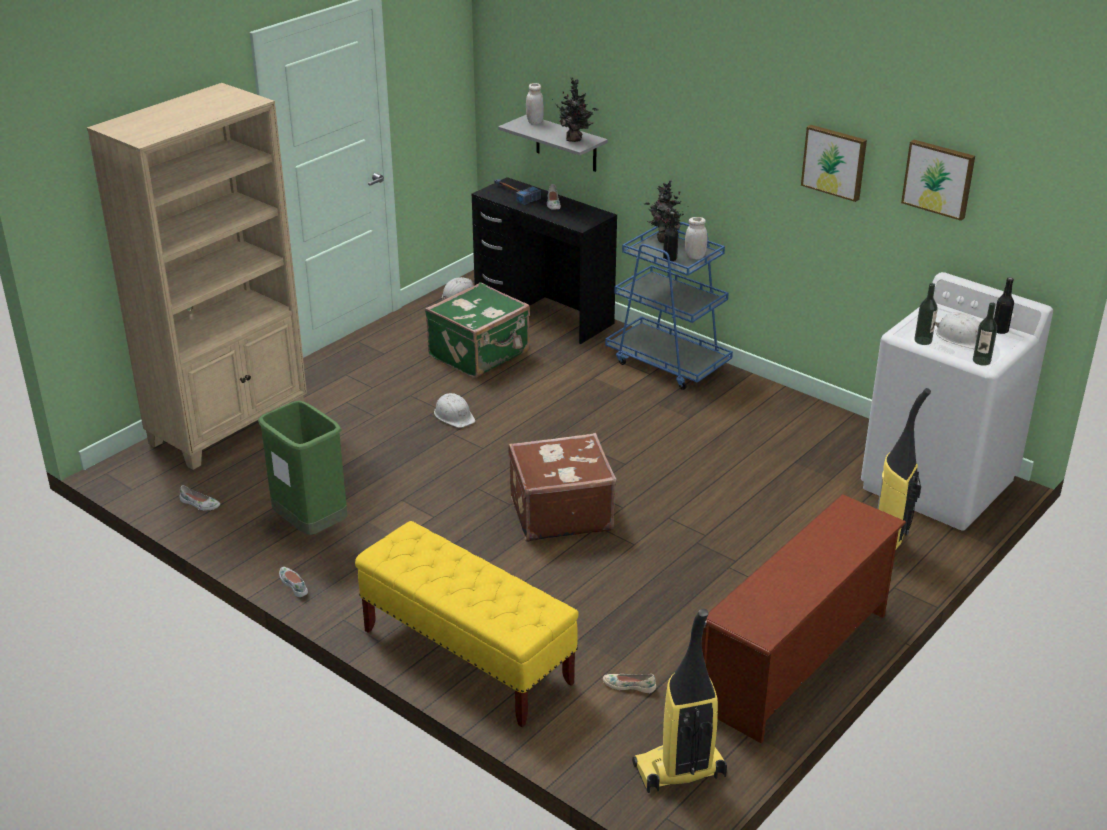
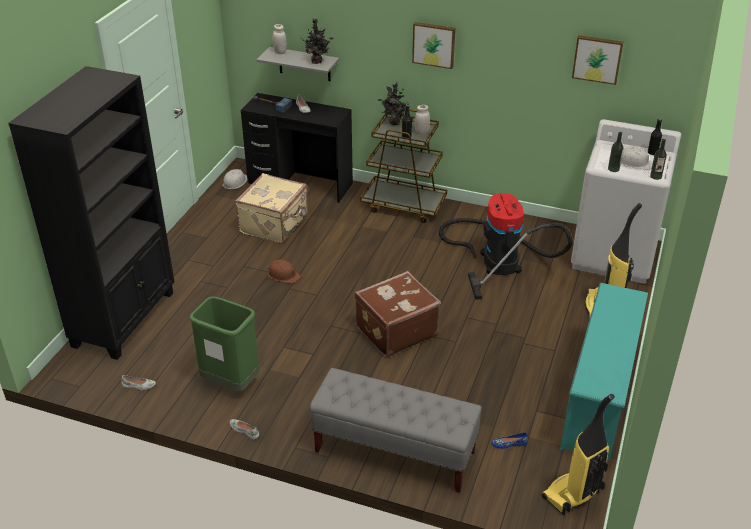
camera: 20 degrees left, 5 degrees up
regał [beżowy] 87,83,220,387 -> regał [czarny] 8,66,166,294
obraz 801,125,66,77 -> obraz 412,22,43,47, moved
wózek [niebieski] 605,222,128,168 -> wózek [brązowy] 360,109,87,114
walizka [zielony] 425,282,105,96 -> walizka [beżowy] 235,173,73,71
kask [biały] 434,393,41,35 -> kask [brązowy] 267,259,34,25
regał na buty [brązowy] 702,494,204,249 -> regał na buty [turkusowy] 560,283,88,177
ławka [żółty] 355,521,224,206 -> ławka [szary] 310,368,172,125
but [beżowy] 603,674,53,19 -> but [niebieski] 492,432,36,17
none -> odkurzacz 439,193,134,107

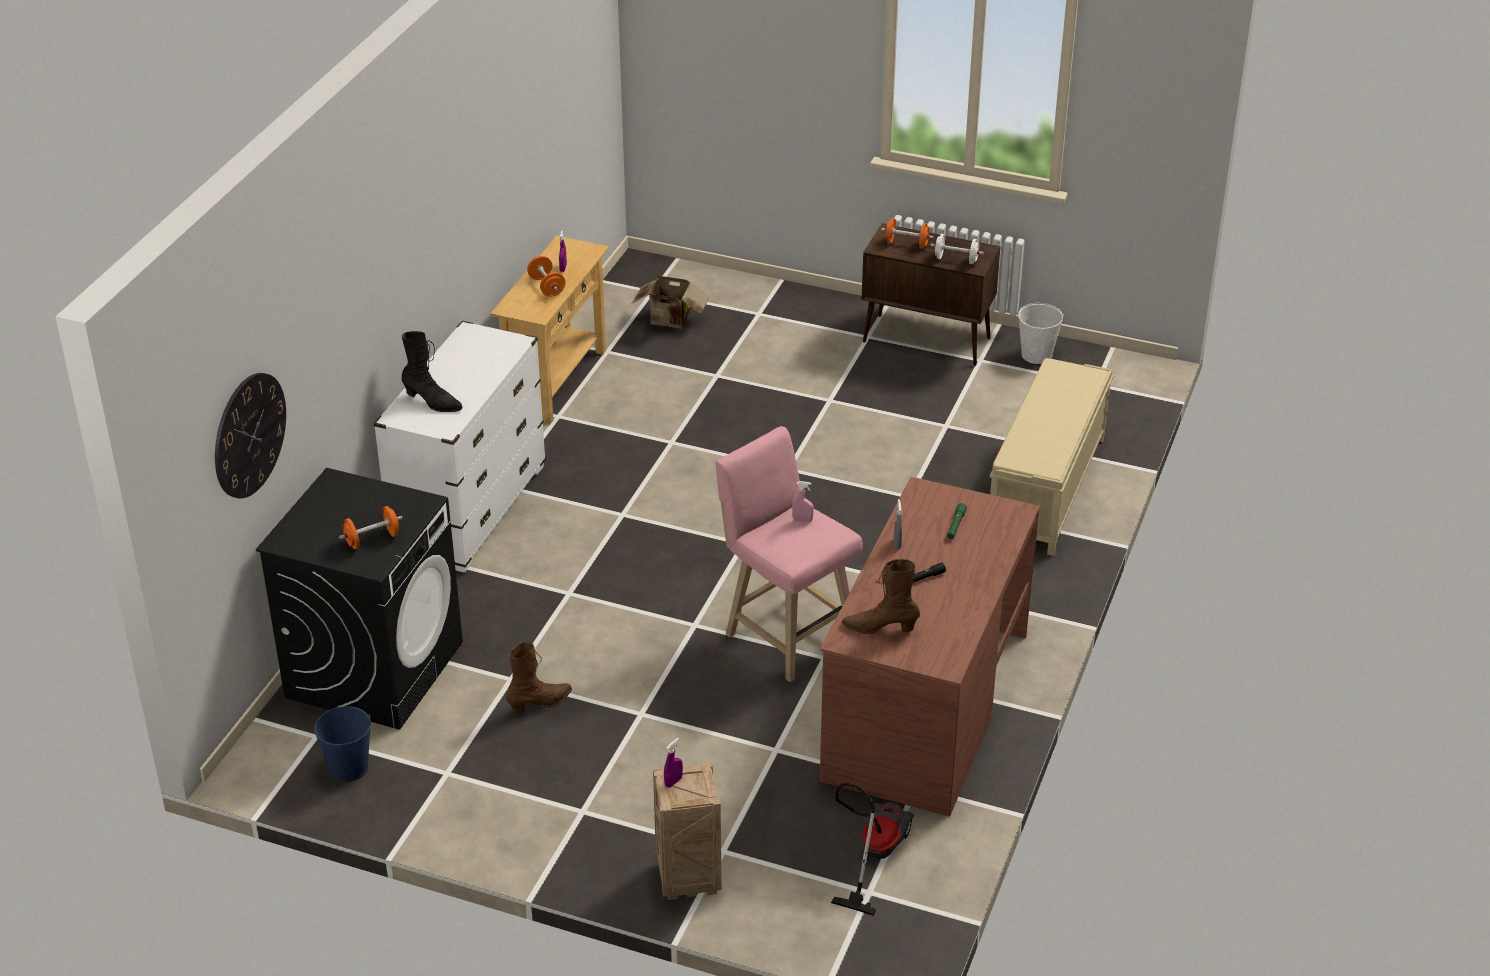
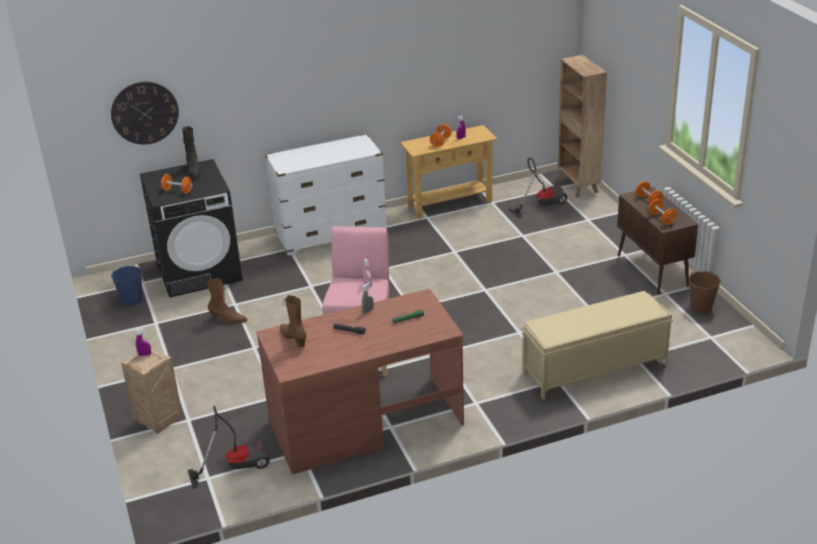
camera: 50 degrees right, 5 degrees down
hantel [biały] 930,234,54,30 -> hantel [pomarańczowy] 648,199,29,26
karton 632,275,77,53 -> odkurzacz 508,157,60,61
wiadro [biały] 1017,303,47,61 -> wiadro [brązowy] 689,271,32,42
but z cholewką [czarny] 402,331,61,81 -> but z cholewką [czarny] 182,126,19,53, moved
none -> regał [brązowy] 558,55,49,143

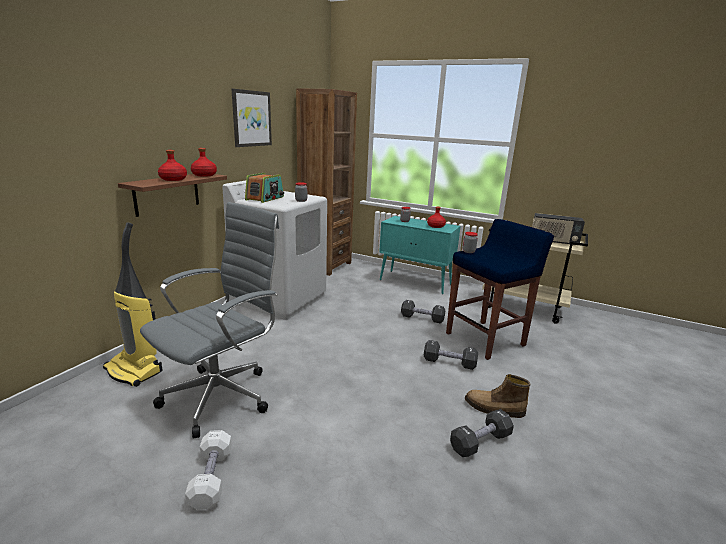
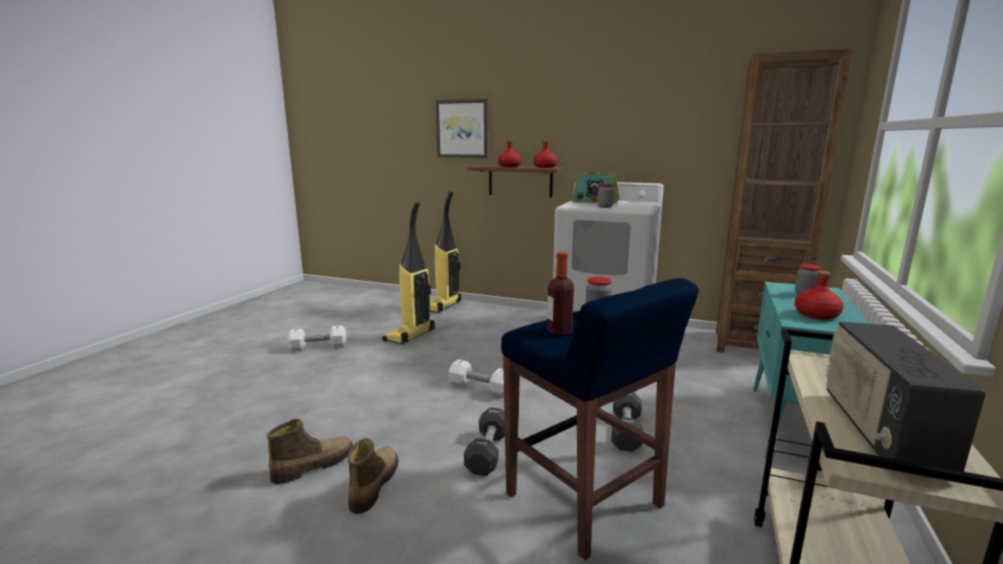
camera: 85 degrees right, 5 degrees down
obraz 231,89,41,58 -> obraz 436,99,52,59, moved
krzesło biurowe [szary] 140,202,139,237 -> odkurzacz 382,201,53,143
hantel [czarny] 450,409,64,48 -> but z cholewką 267,419,87,65
none -> butelka 547,252,27,83
none -> hantel [biały] 449,359,55,38

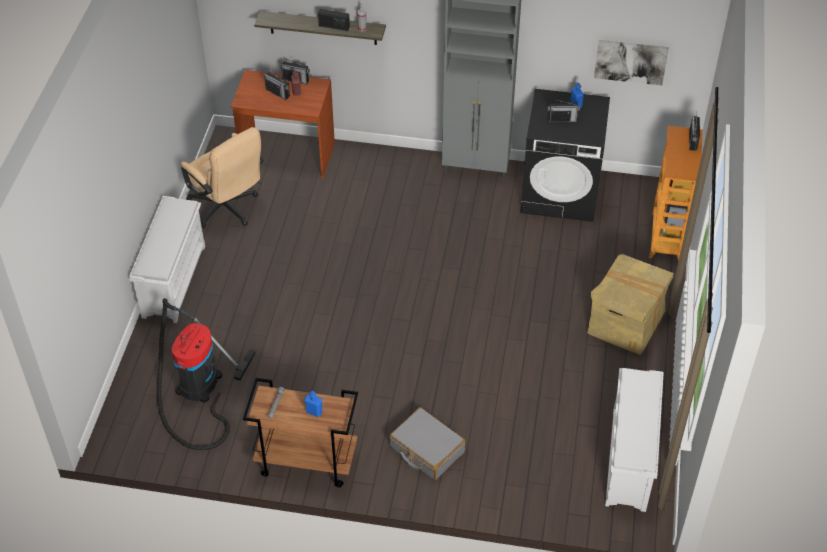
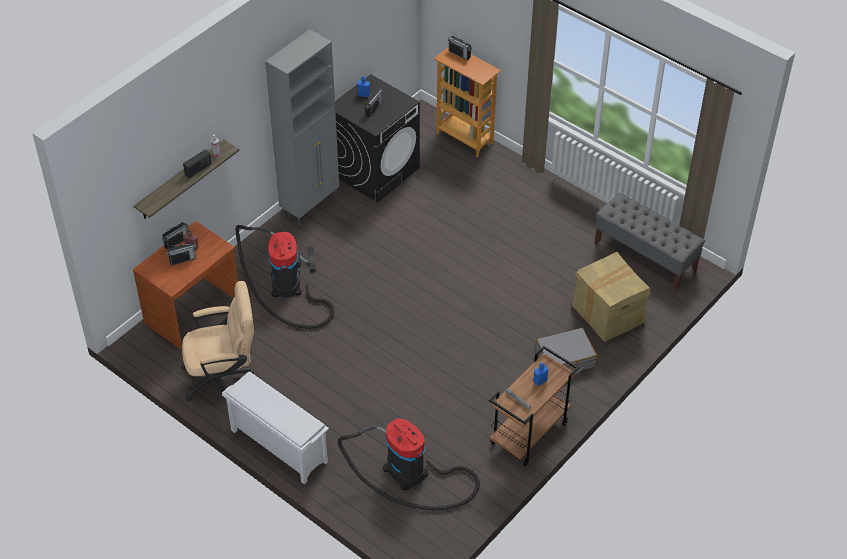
camera: 60 degrees left, 0 degrees up
obraz 594,40,75,46 -> none
karton 587,254,87,101 -> karton 571,252,80,90, moved
regał na buty [biały] 605,368,59,144 -> ławka [szary] 595,193,110,98
none -> odkurzacz 236,225,98,104

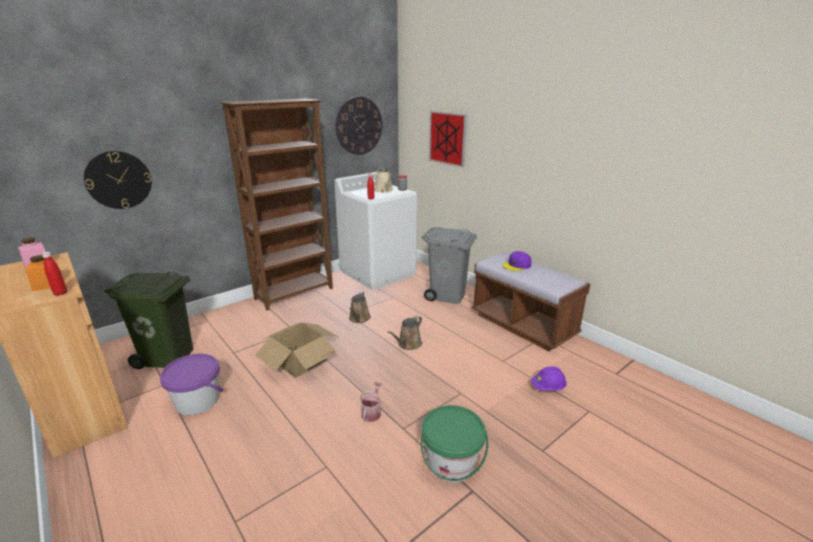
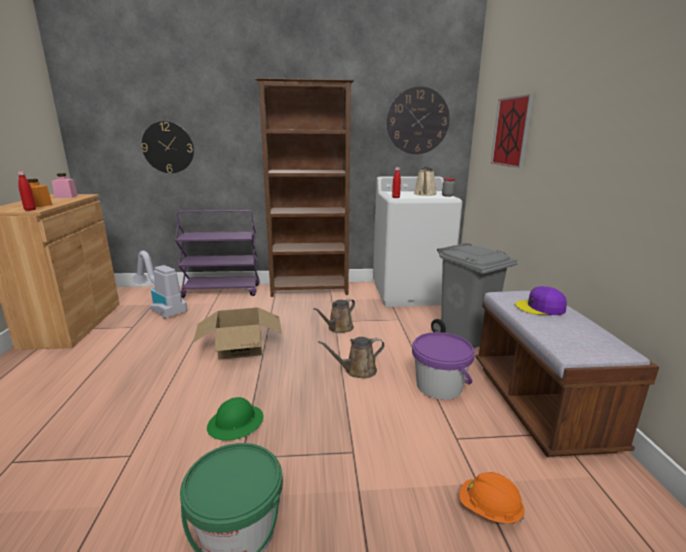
camera: 35 degrees right, 5 degrees down
kosz na śmieci [zielony] 104,272,89,97 -> odkurzacz 132,251,55,68
wiadro [fioletowy] 160,354,63,61 -> wiadro [fioletowy] 412,332,63,68, moved
kask [fioletowy] 531,366,36,25 -> kask [pomarańczowy] 459,472,66,52
konewka 360,382,22,40 -> kask [zielony] 207,397,56,44
none -> wózek [fioletowy] 175,210,85,88

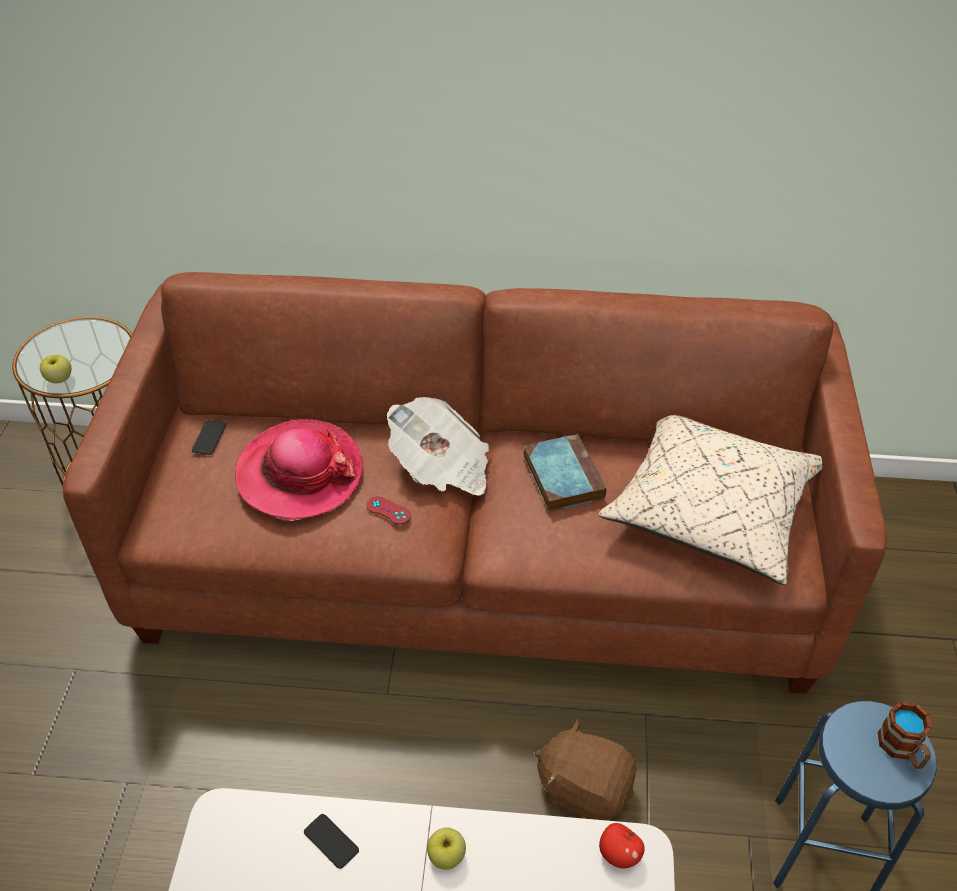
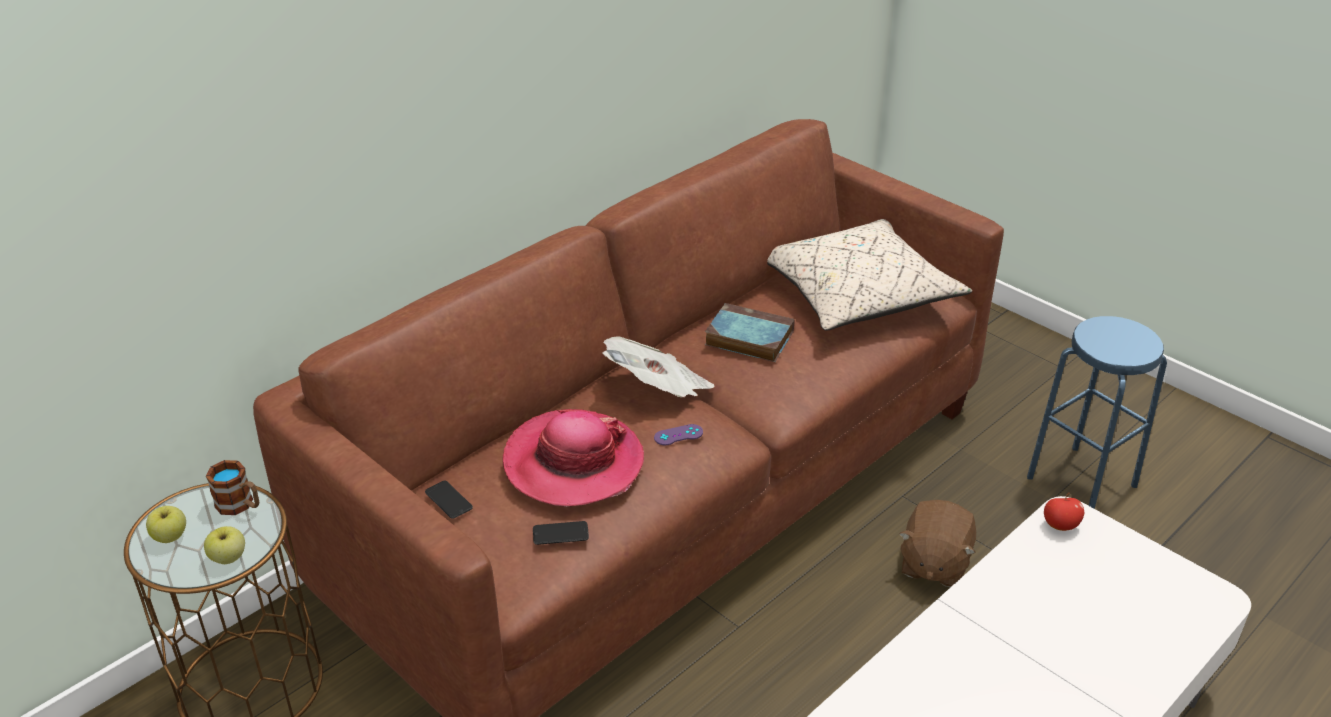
camera: 50 degrees left, 10 degrees down
pad do gier [czerwony] 367,496,44,29 -> pad do gier [fioletowy] 654,424,49,21
kubek 878,701,54,68 -> kubek 206,460,54,55, moved
pluszak [brązowy] 535,718,101,103 -> pluszak [brązowy] 899,500,77,87, 45 degrees counterclockwise
telefon 304,814,55,55 -> telefon 533,521,56,24, moved
jabłko 427,827,39,43 -> jabłko 146,506,40,37, moved

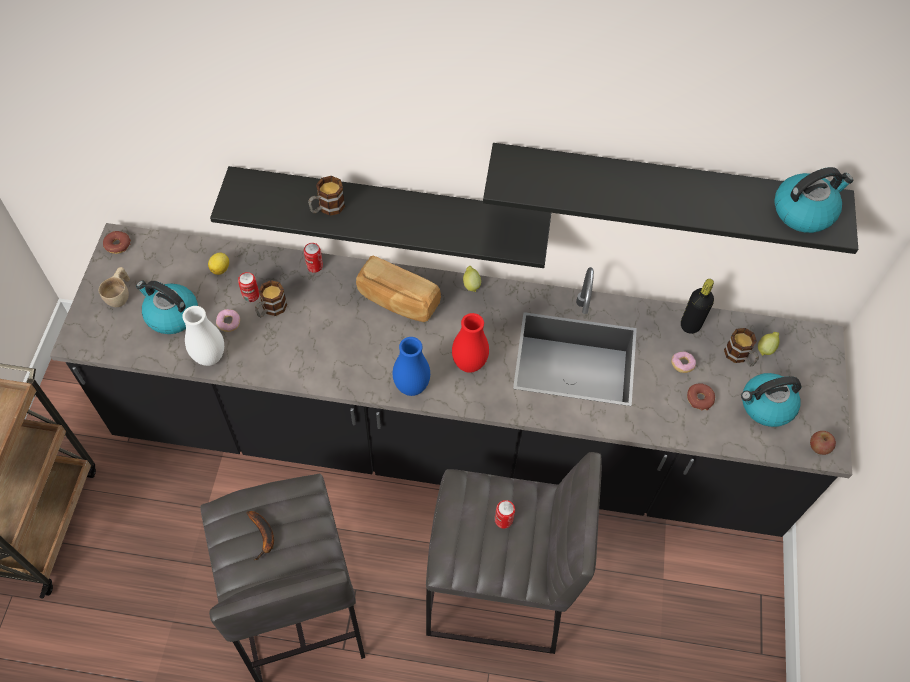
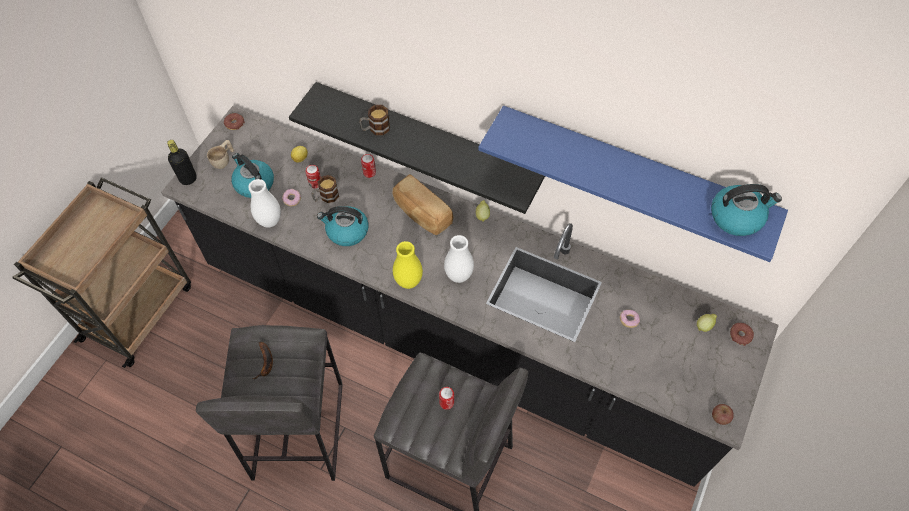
camera: 20 degrees right, 0 degrees up
półka [czarny] 483,143,375,111 -> półka [niebieski] 478,106,310,156
butelka [czarny] 681,279,33,55 -> butelka [czarny] 167,140,30,45, moved
wazon [czerwony] 452,313,37,60 -> wazon [biały] 444,235,30,48
kubek 724,328,35,39 -> none
wazon [niebieski] 393,337,37,59 -> wazon [żółty] 393,241,30,48
czajnik 741,373,60,54 -> czajnik 317,206,51,40, moved
donut 687,383,28,27 -> donut 730,323,24,23, moved

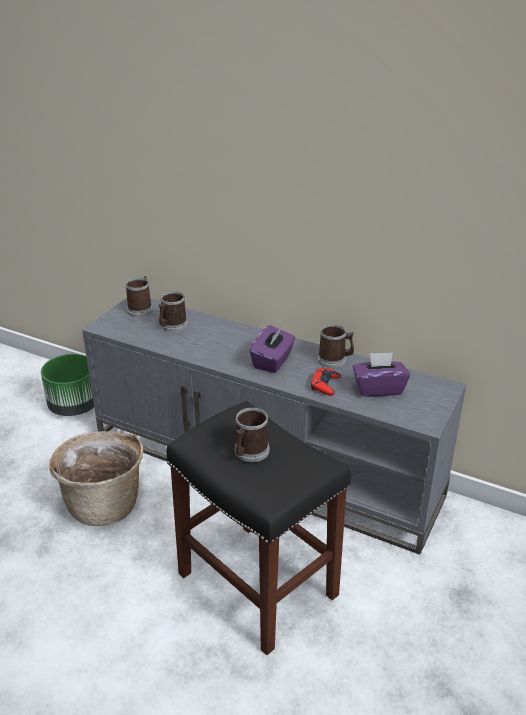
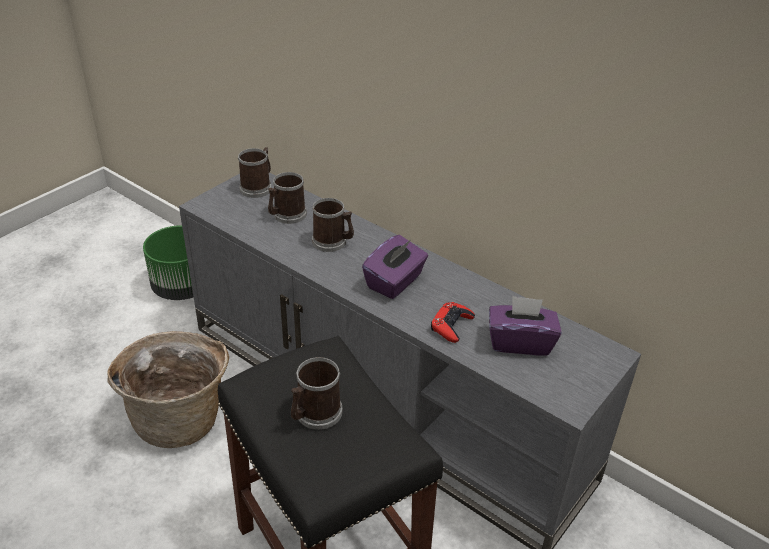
camera: 10 degrees right, 5 degrees up
kubek 318,324,36,44 -> kubek 312,198,42,54, moved

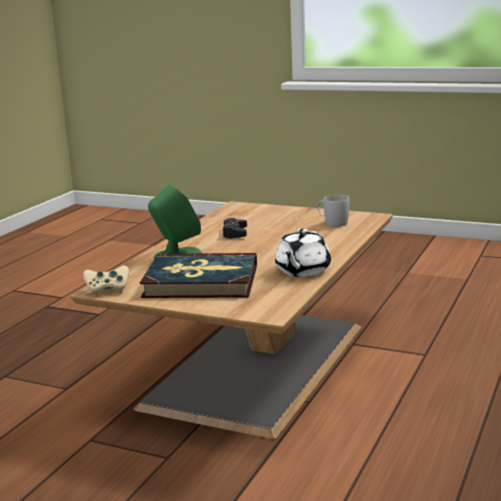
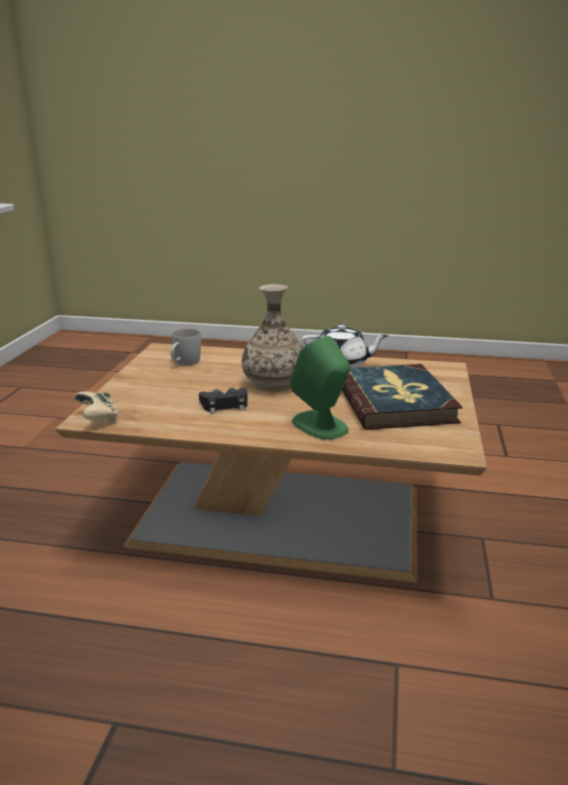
camera: 105 degrees left, 5 degrees up
pad do gier [beżowy] 83,266,46,30 -> pad do gier [beżowy] 75,392,44,30, moved
none -> wazon 242,284,61,108

